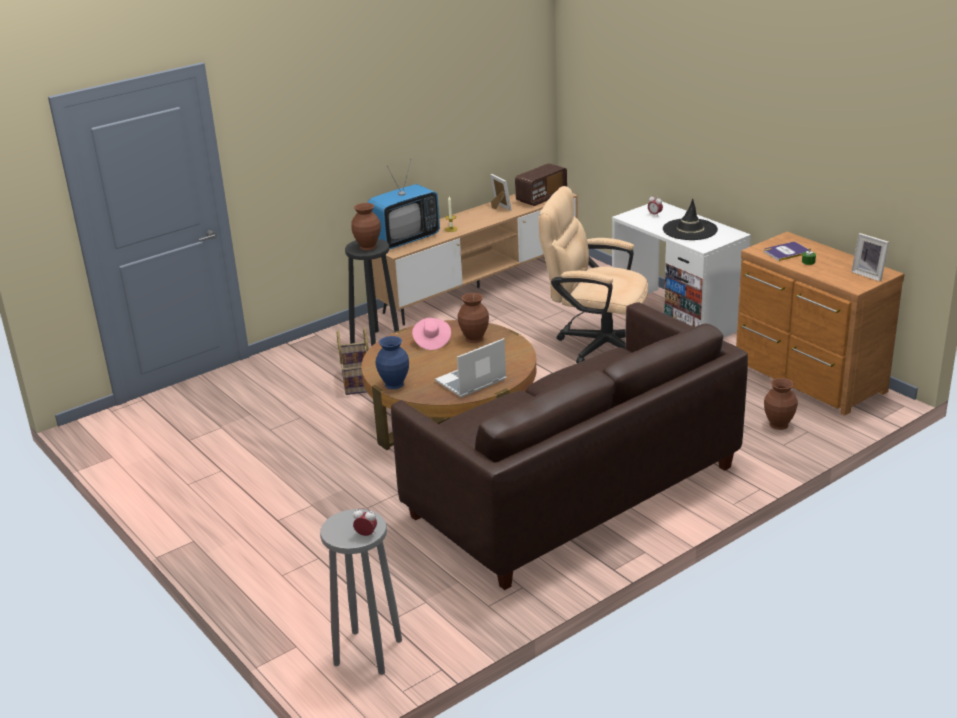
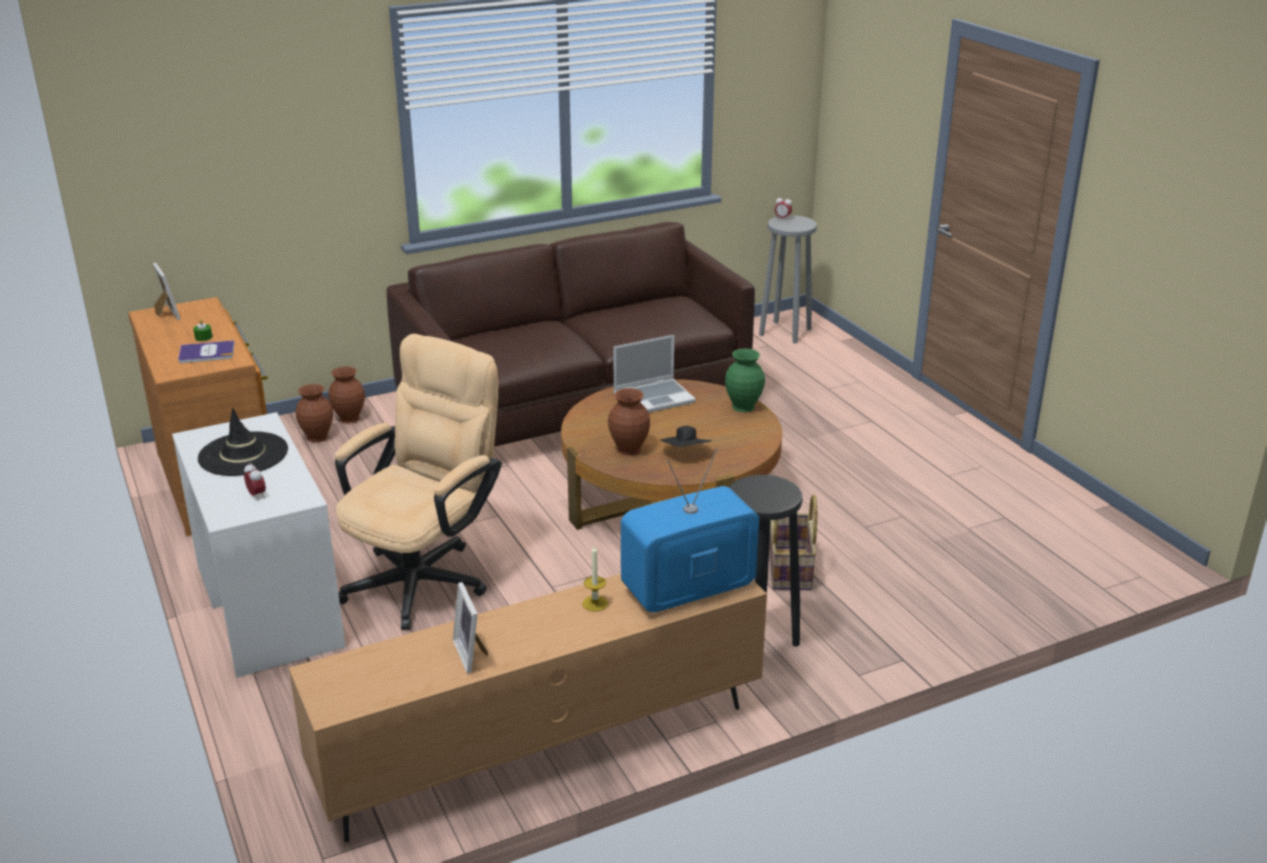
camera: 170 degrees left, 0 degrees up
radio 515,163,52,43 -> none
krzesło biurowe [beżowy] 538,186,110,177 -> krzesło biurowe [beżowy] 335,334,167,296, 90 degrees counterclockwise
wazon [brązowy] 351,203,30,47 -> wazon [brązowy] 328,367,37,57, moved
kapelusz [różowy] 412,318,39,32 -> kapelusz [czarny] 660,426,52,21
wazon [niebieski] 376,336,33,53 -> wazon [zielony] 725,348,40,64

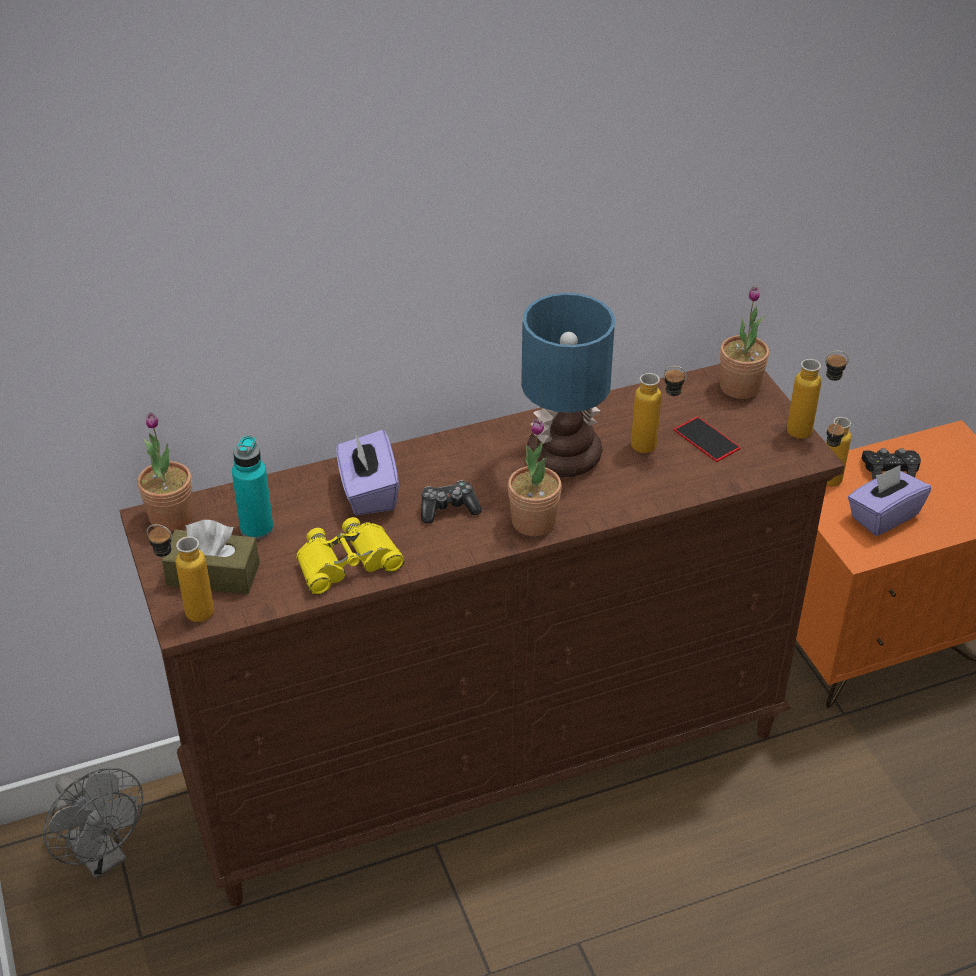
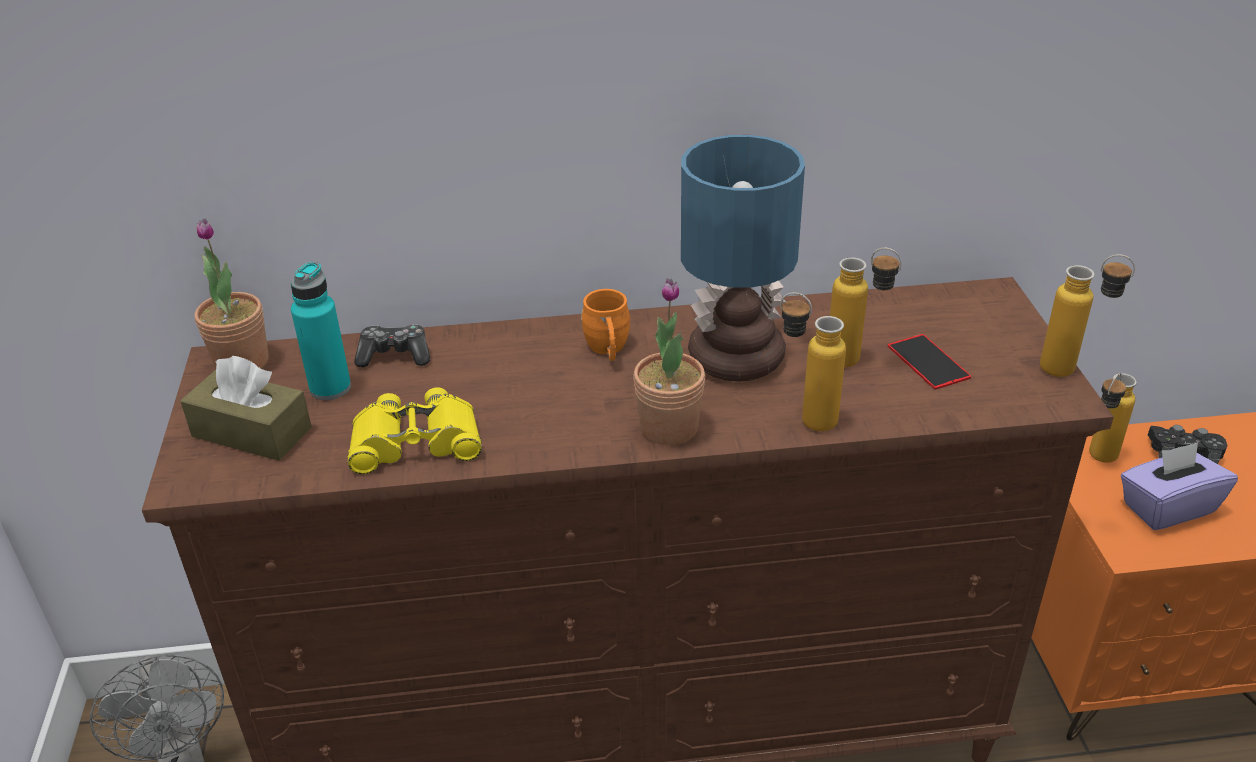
camera: 15 degrees right, 5 degrees down
roślina doniczkowa 720,287,49,112 -> none
pudełko chusteczek [fioletowy] 336,430,63,85 -> none
pad do gier 421,481,61,43 -> pad do gier 354,324,76,43, moved
butelka 147,524,67,98 -> butelka 780,292,66,140, moved
none -> kubek [pomarańczowy] 581,289,49,72

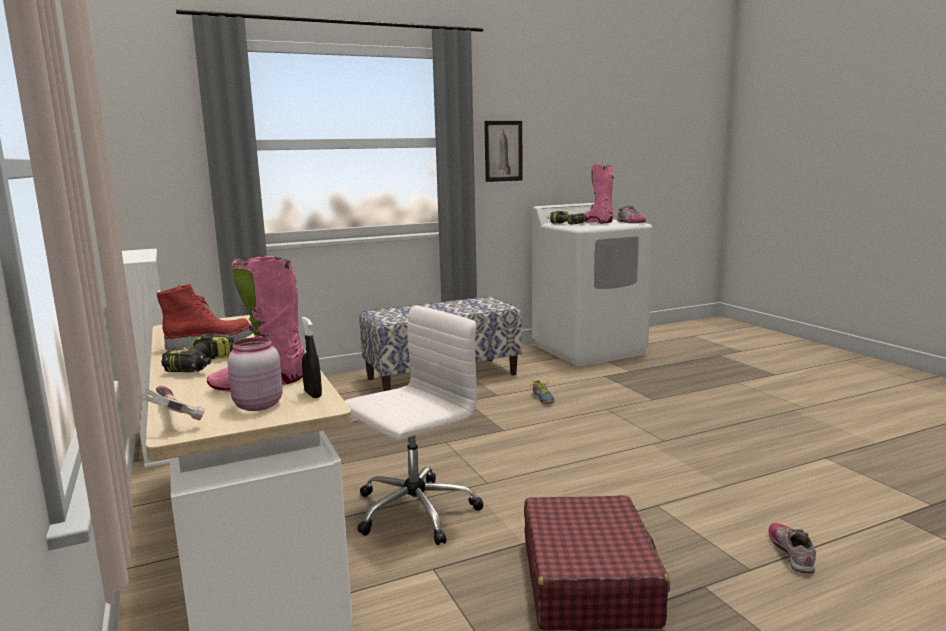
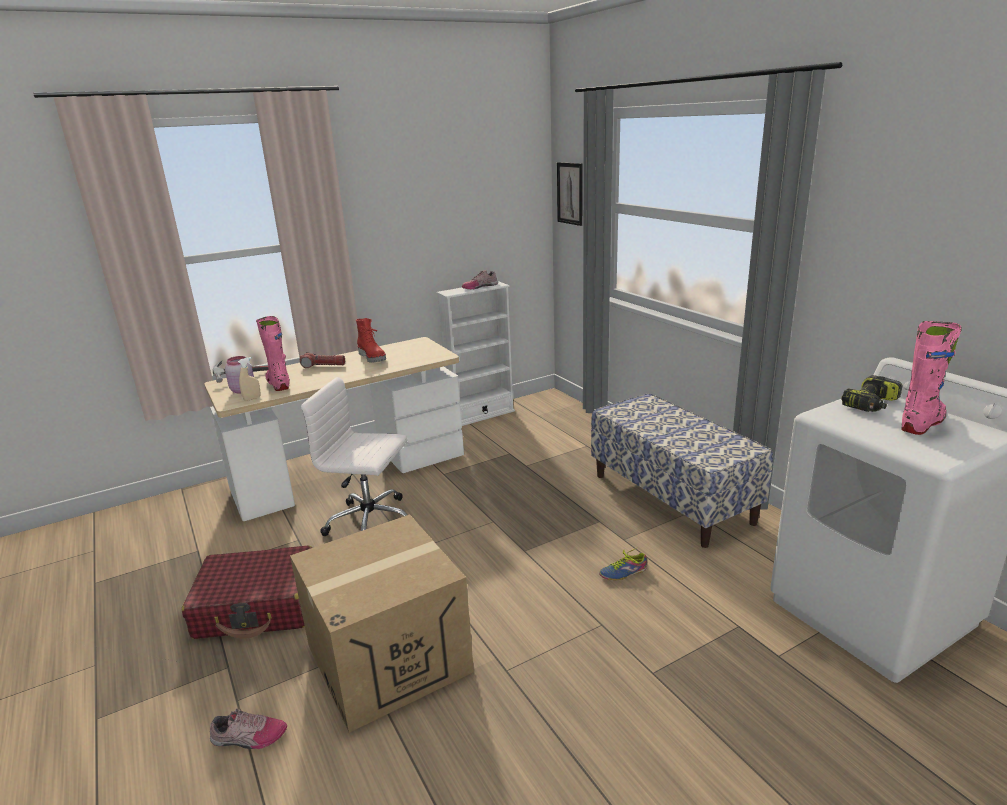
camera: 85 degrees right, 10 degrees up
obraz 484,121,39,61 -> obraz 557,162,25,64, moved
but 617,206,29,17 -> but 462,270,36,20, moved
krzesło biurowe [biały] 345,306,138,239 -> krzesło biurowe [biały] 301,377,106,159, 150 degrees clockwise
spryskiwacz [czarny] 301,317,21,81 -> spryskiwacz [beżowy] 238,357,23,44
wiertarka 161,333,73,39 -> latarka 300,352,45,16
none -> karton 290,514,184,219

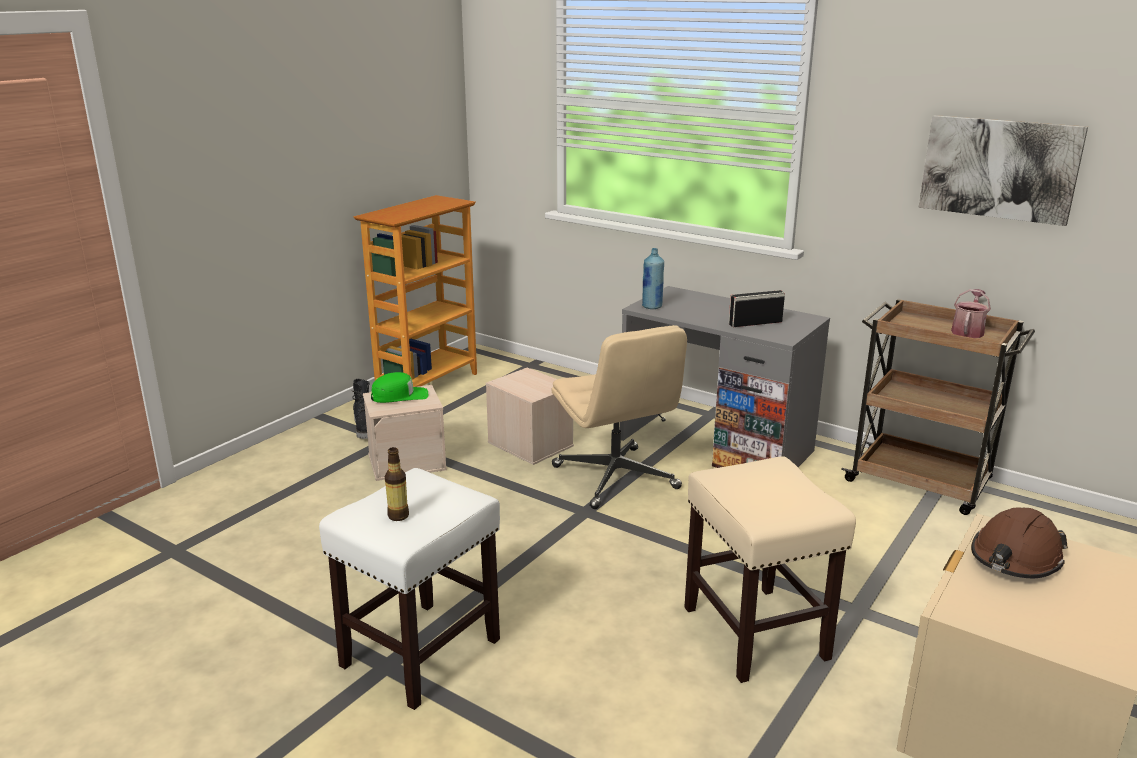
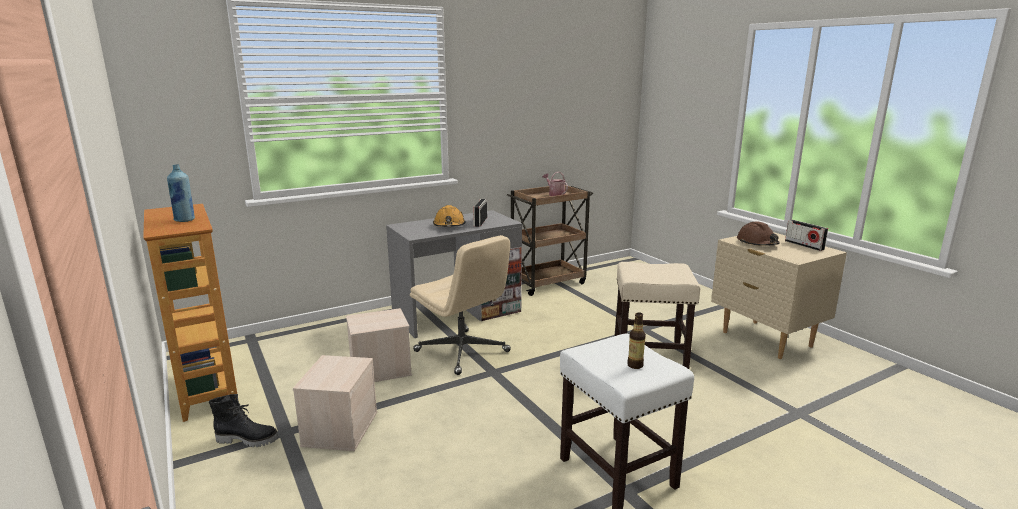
camera: 65 degrees left, 5 degrees down
obraz 919,115,169,111 -> none
butelka [niebieski] 642,248,22,61 -> butelka [niebieski] 167,164,28,58, moved
krzesło biurowe [beżowy] 551,325,136,184 -> krzesło biurowe [beżowy] 410,235,101,140, 45 degrees clockwise
czapka z daszkiem [zielony] 371,372,57,31 -> none
none -> kask [pomarańczowy] 433,205,32,22
none -> radio 785,220,43,31

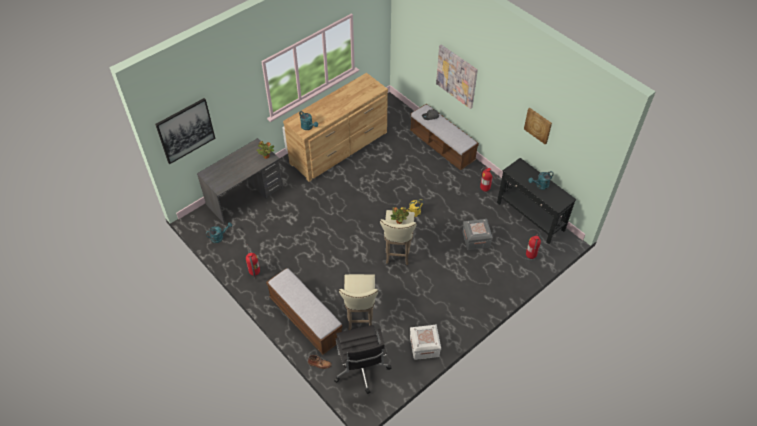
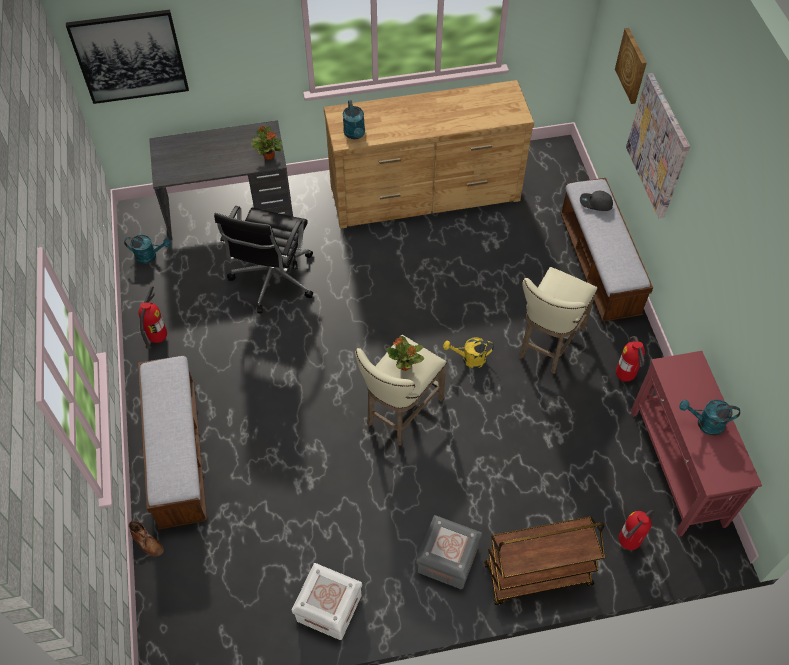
camera: 30 degrees right, 5 degrees up
obraz 524,108,28,37 -> obraz 615,28,32,76, moved
stolik konsolowy [czarny] 497,158,79,86 -> stolik konsolowy [czerwony] 631,351,131,186
pojemnik do przechowywania [szary] 463,219,30,31 -> pojemnik do przechowywania [szary] 416,515,66,74, moved
stołek [beżowy] 339,274,39,56 -> stołek [beżowy] 518,267,79,107, moved
krzesło biurowe [czarny] 334,325,58,69 -> krzesło biurowe [czarny] 214,206,99,107, moved
none -> wózek [brązowy] 484,516,121,89

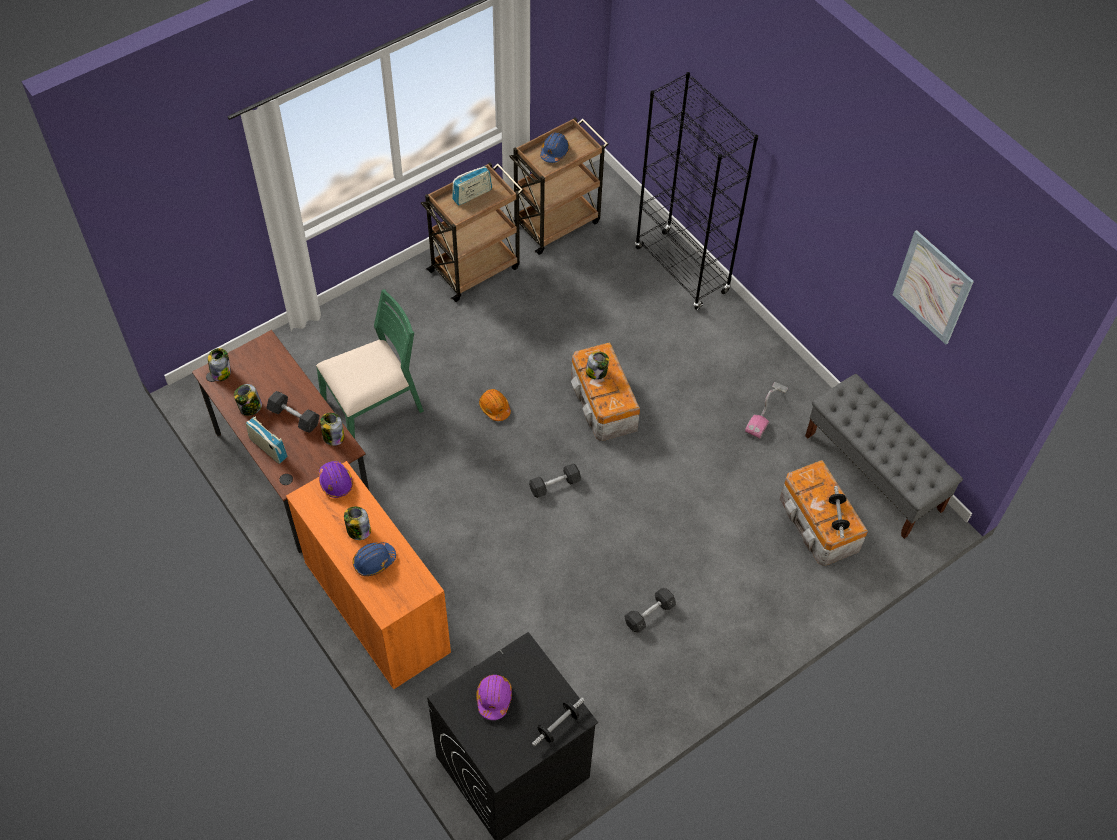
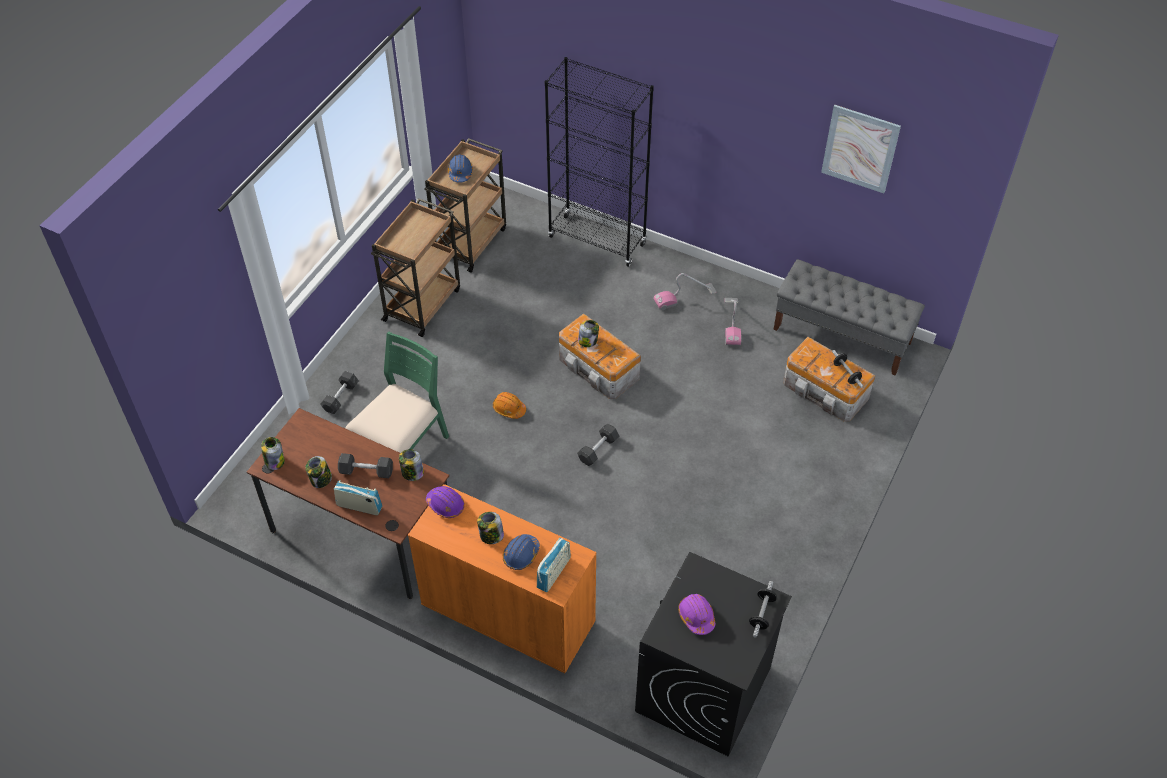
camera: 25 degrees left, 5 degrees down
radio 452,166,40,39 -> radio 537,538,34,54, moved
hantel [szary] 625,588,51,44 -> hantel [szary] 321,371,38,43, moved
none -> odkurzacz 653,273,64,37

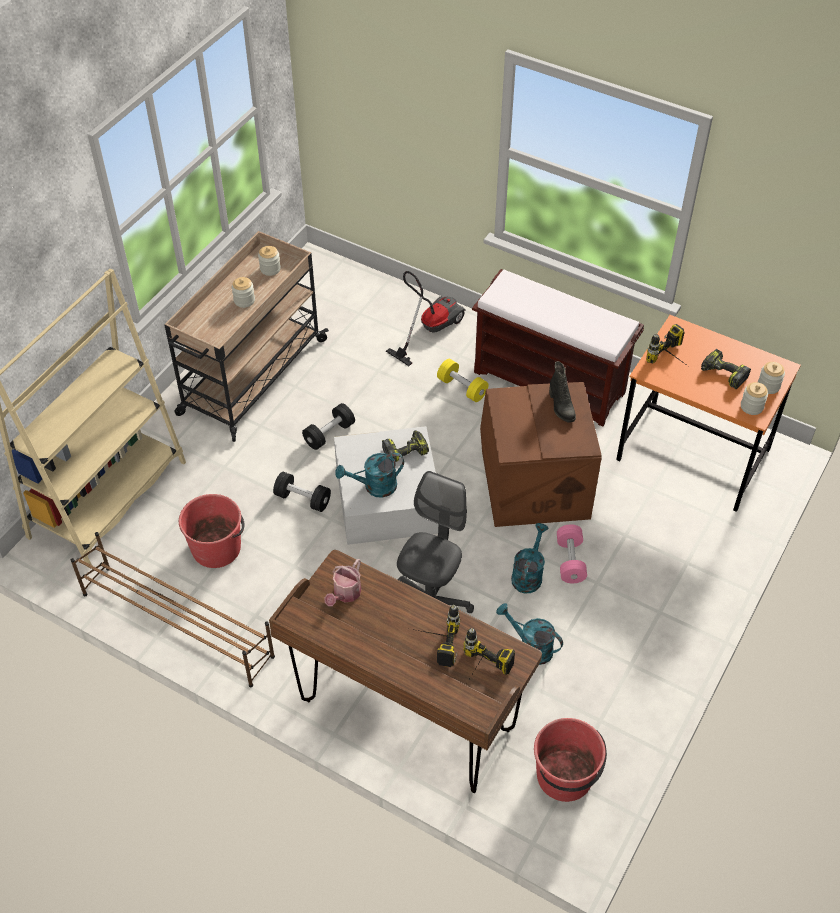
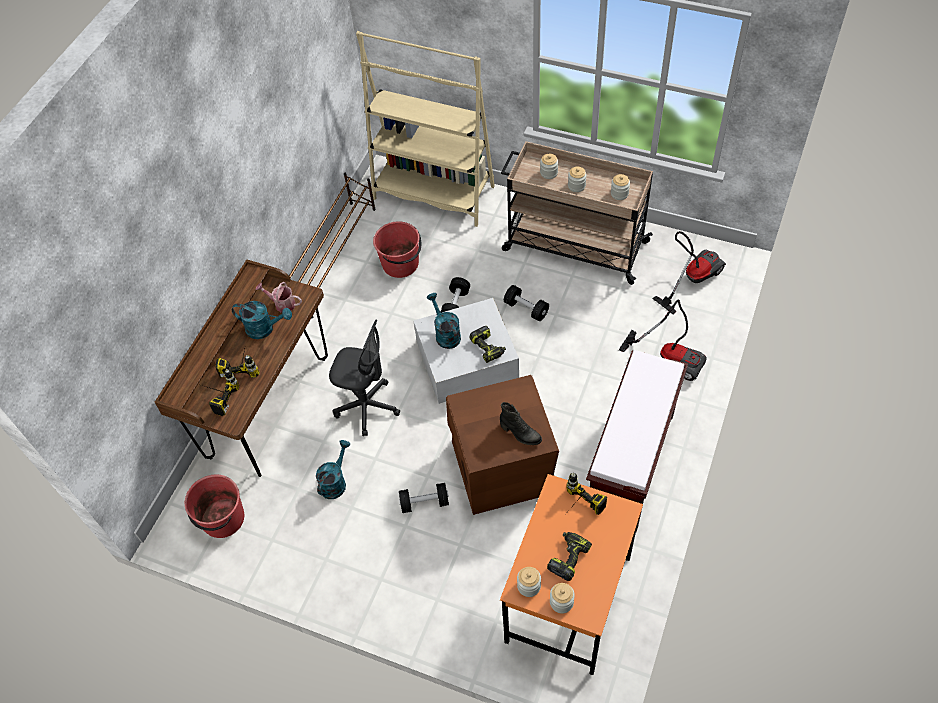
camera: 85 degrees right, 5 degrees up
hantel [żółty] 437,359,52,43 -> none
but z cholewką [czarny] 549,361,27,62 -> but z cholewką [czarny] 500,402,42,43, 120 degrees counterclockwise
konewka [turkusowy] 511,523,37,70 -> konewka [turkusowy] 232,301,60,38, moved
hantel [różowy] 557,524,30,59 -> hantel [czarny] 399,483,50,30
none -> słoik 540,154,18,25
none -> odkurzacz 652,231,74,83

